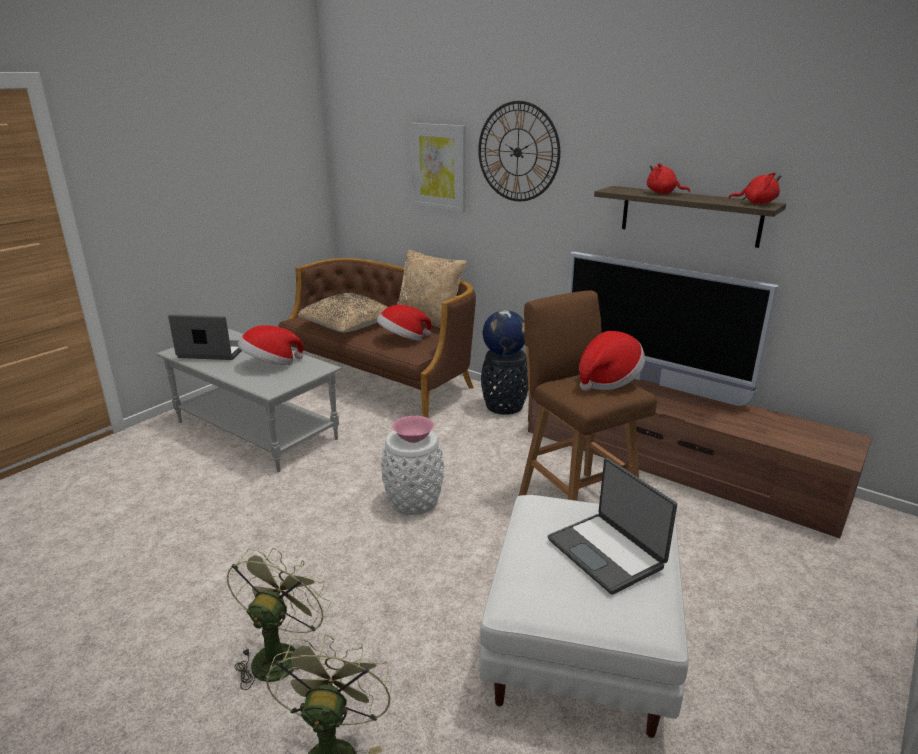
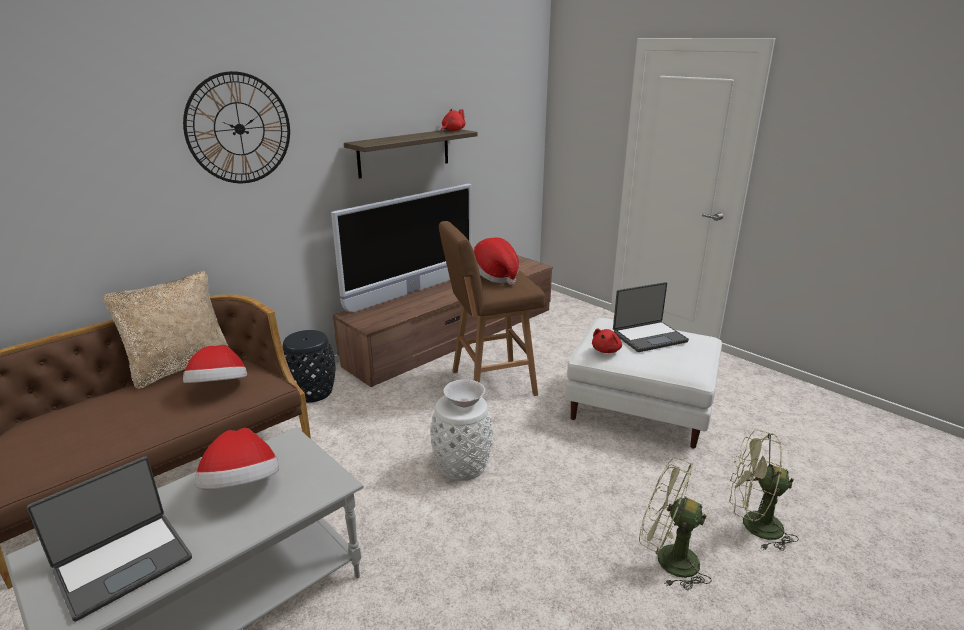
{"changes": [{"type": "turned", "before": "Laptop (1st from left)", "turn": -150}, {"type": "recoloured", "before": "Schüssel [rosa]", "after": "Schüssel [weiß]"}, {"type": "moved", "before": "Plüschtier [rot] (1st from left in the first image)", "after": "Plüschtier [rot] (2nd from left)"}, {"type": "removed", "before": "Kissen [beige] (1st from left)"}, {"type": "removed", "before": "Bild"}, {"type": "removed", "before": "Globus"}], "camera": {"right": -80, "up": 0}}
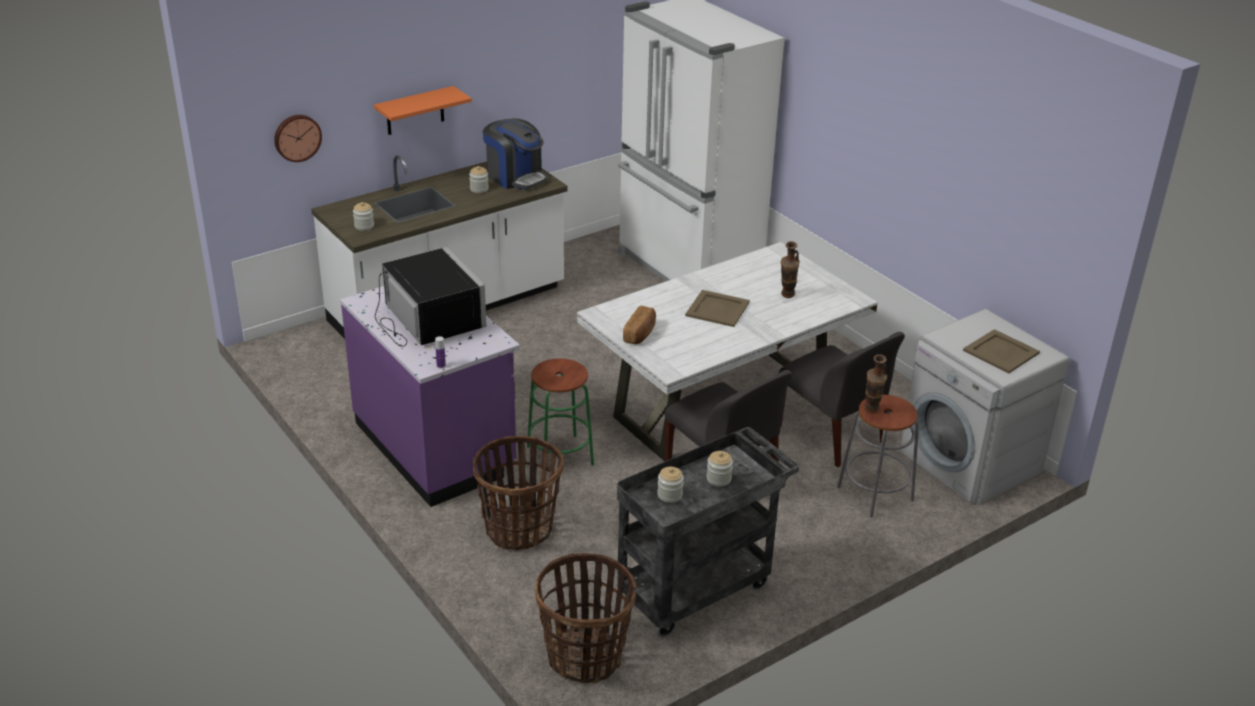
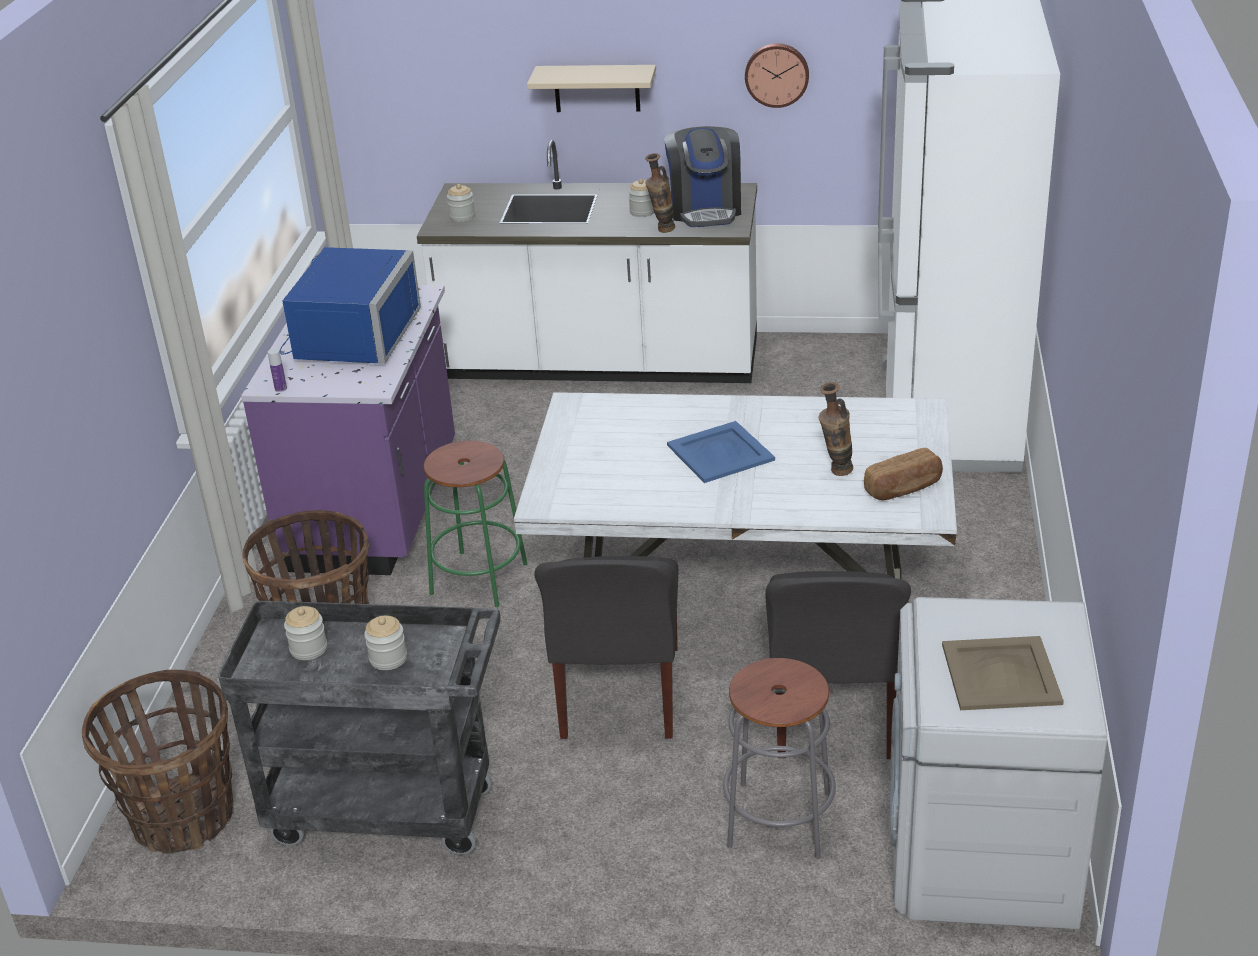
{"changes": [{"type": "recoloured", "before": "Mikrowelle [schwarz]", "after": "Mikrowelle [blau]"}, {"type": "recoloured", "before": "Wandregal [orange]", "after": "Wandregal [beige]"}, {"type": "moved", "before": "Vase (2nd from left in the first image)", "after": "Vase (1st from left)"}, {"type": "recoloured", "before": "Tablett [beige] (1st from left)", "after": "Tablett [blau]"}, {"type": "moved", "before": "Wanduhr"}, {"type": "moved", "before": "Brot"}], "camera": {"right": 45, "up": 0}}
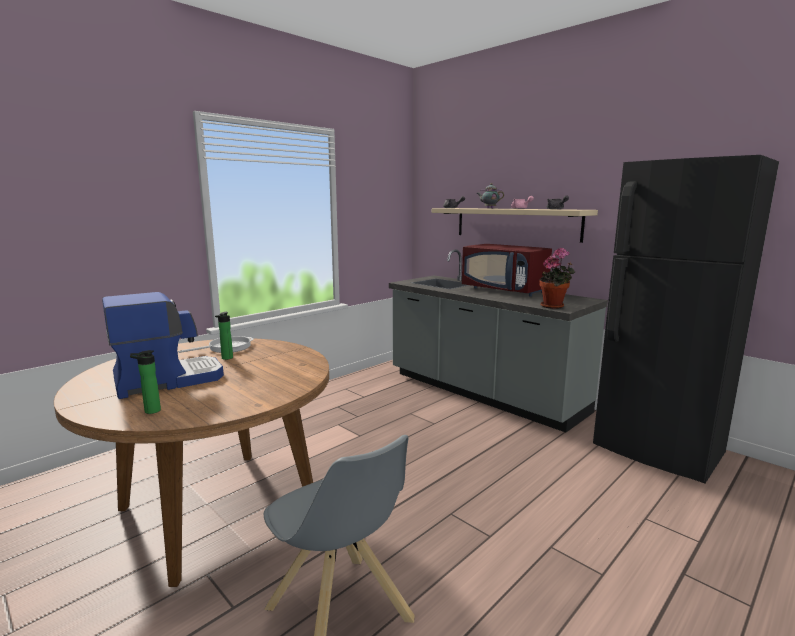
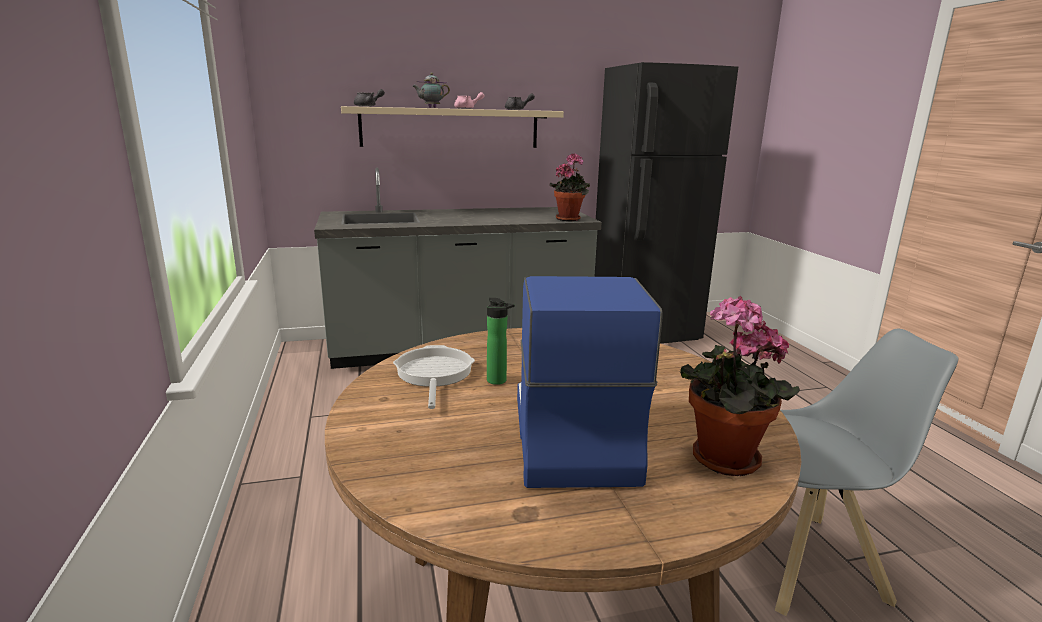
{"changes": [{"type": "replaced", "before": "Flasche (1st from left)", "after": "Topfpflanze (2nd from left)"}, {"type": "removed", "before": "Mikrowelle [rot]"}], "camera": {"right": -60, "up": 5}}
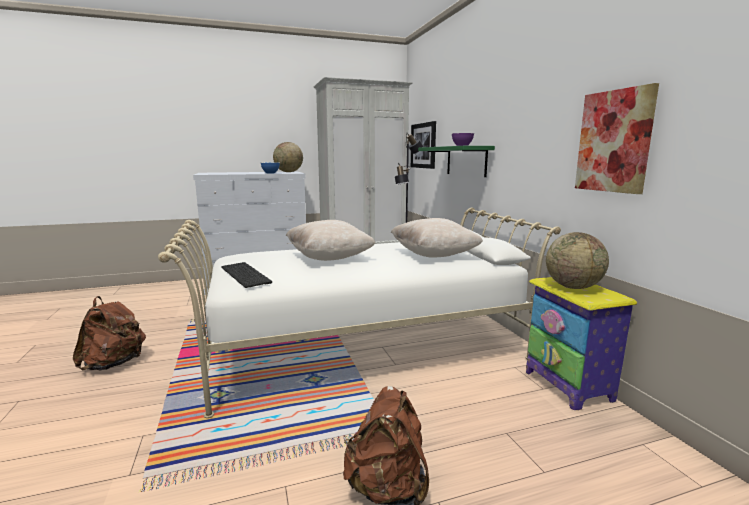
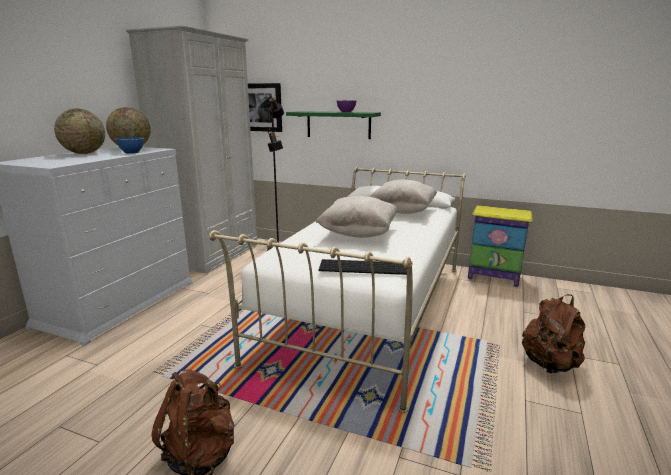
{"changes": [{"type": "moved", "before": "Globus (2nd from left in the first image)", "after": "Globus (1st from left)"}, {"type": "removed", "before": "Bild (2nd from left)"}], "camera": {"right": -50, "up": 5}}
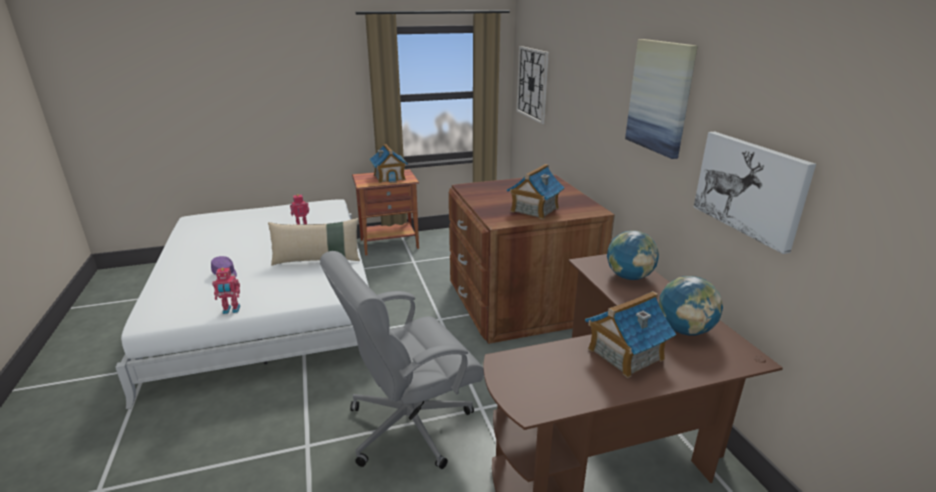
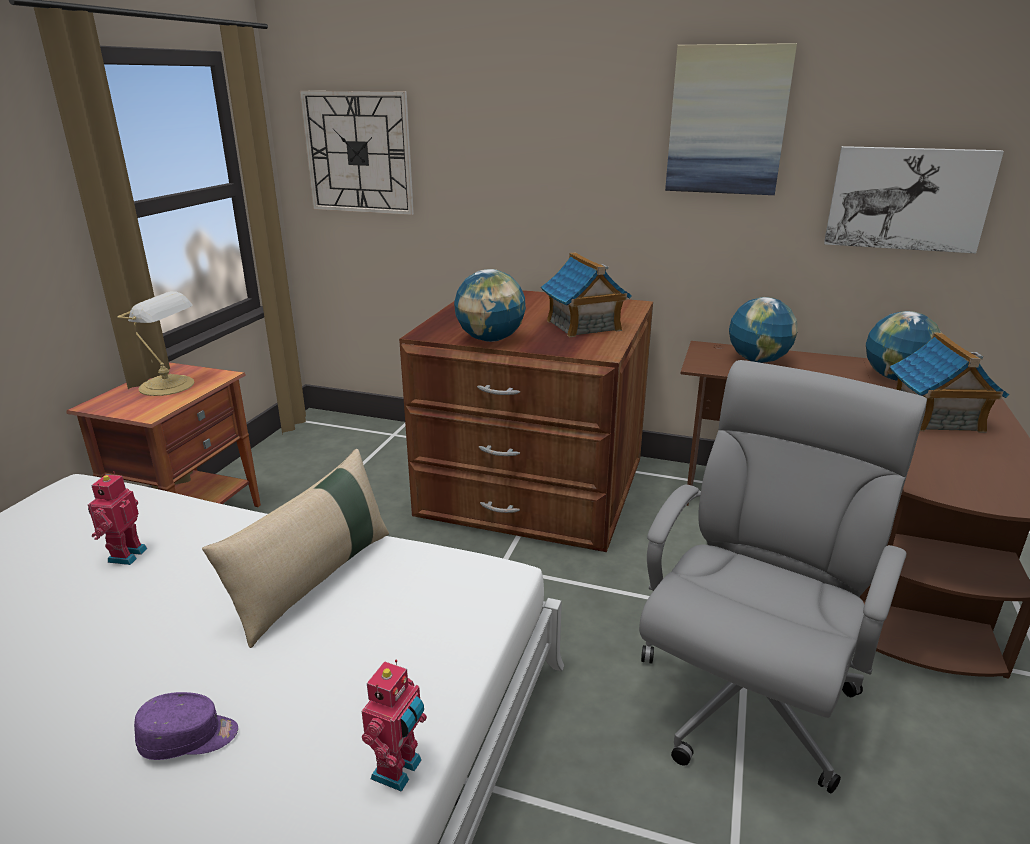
{"changes": [{"type": "replaced", "before": "Spielzeughaus (1st from left)", "after": "Tischlampe"}, {"type": "added", "after": "Globus (1st from left)"}, {"type": "turned", "before": "Bürostuhl [grau]", "turn": -150}], "camera": {"right": -55, "up": 0}}
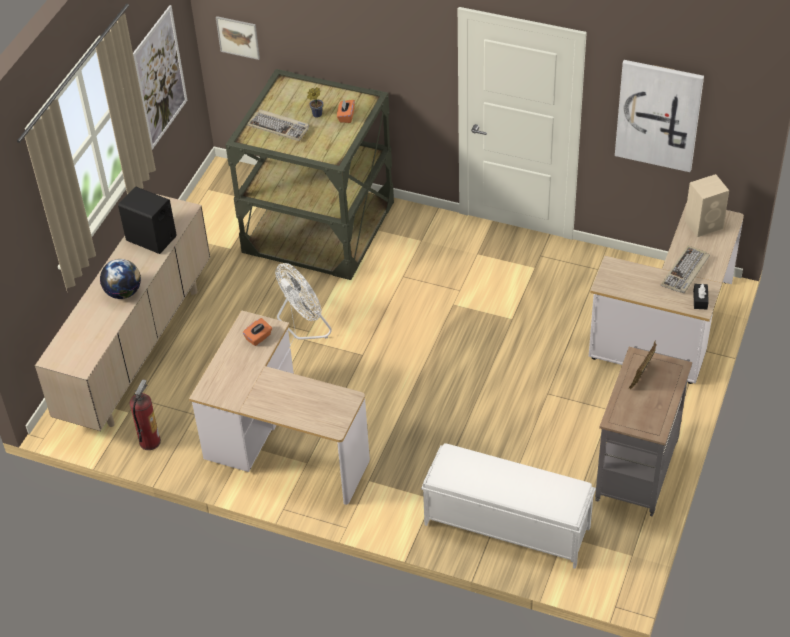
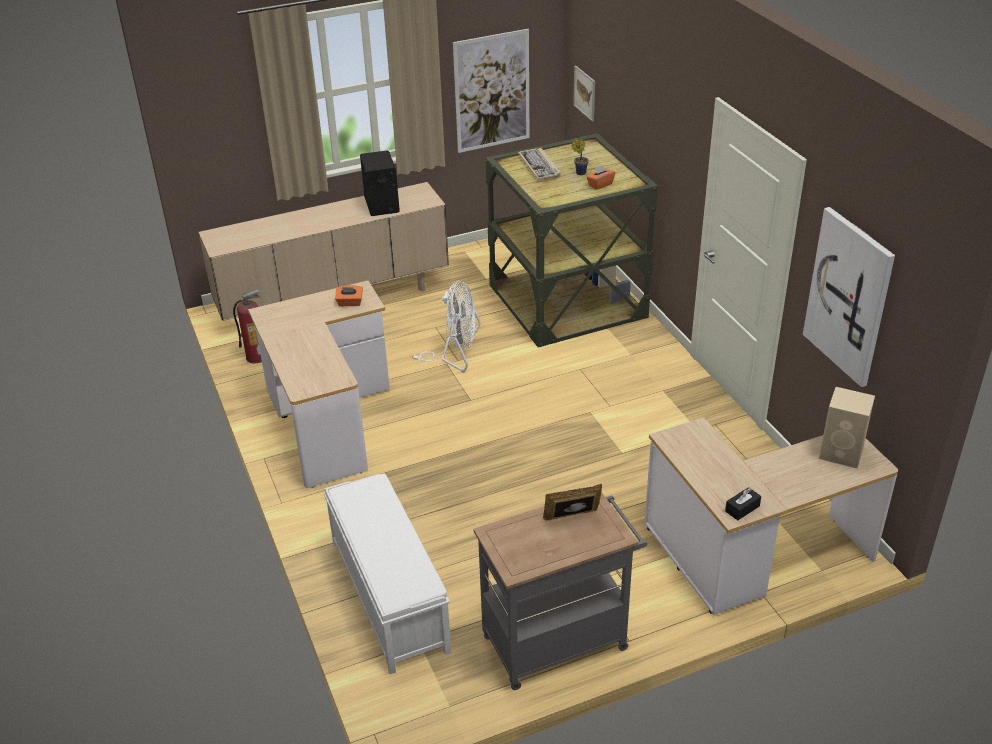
{"changes": [{"type": "removed", "before": "Globus"}, {"type": "removed", "before": "Tastatur (2nd from left)"}], "camera": {"right": 45, "up": -10}}
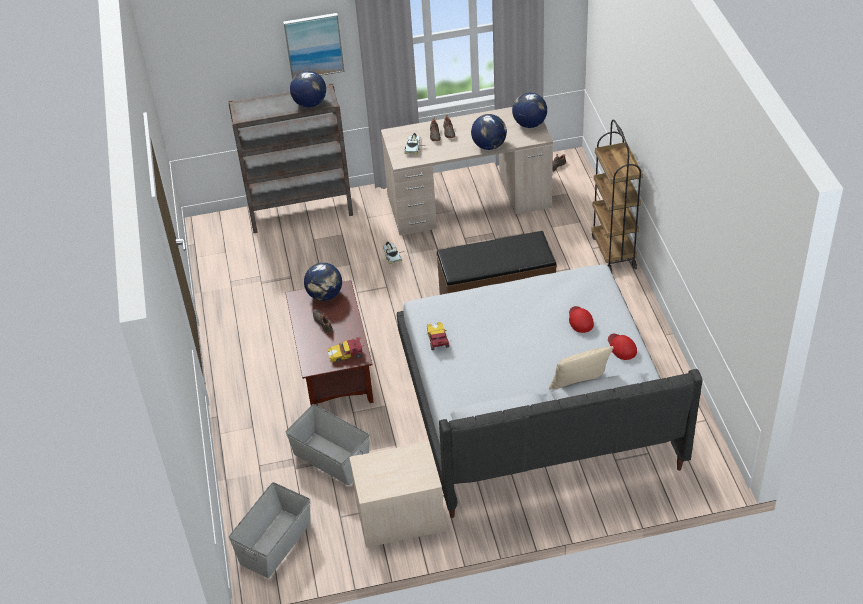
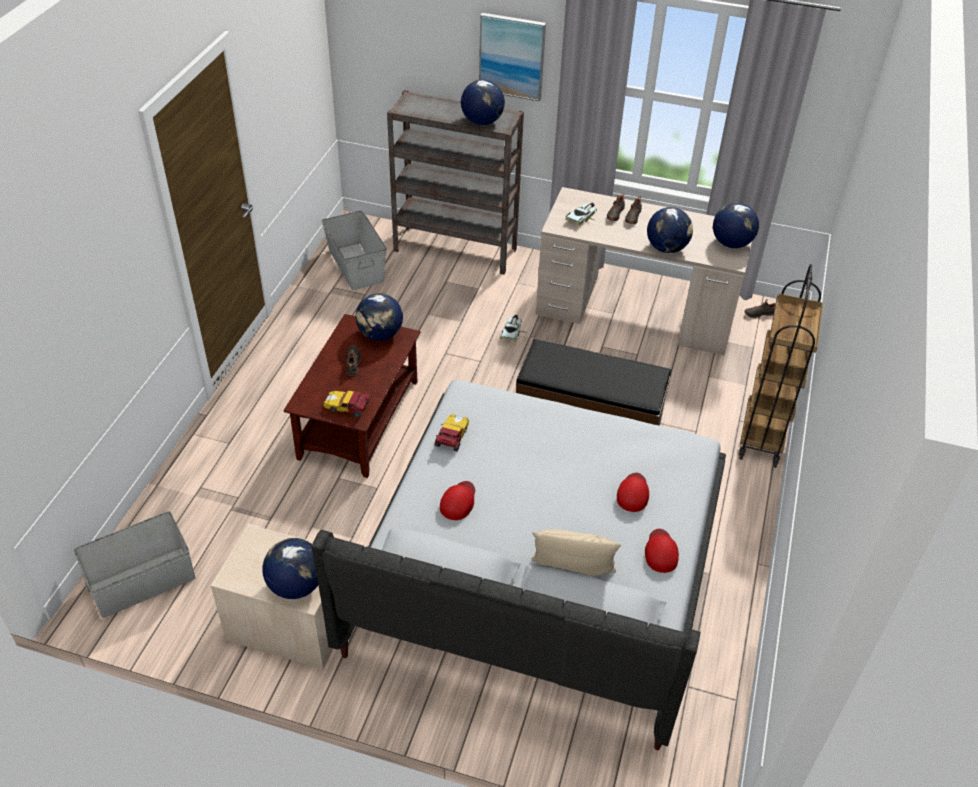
{"changes": [{"type": "added", "after": "Globus (1st from left)"}, {"type": "moved", "before": "Aufbewahrungsbox [grau] (2nd from left)"}, {"type": "added", "after": "Kappe [rot] (1st from left)"}], "camera": {"right": 25, "up": 0}}
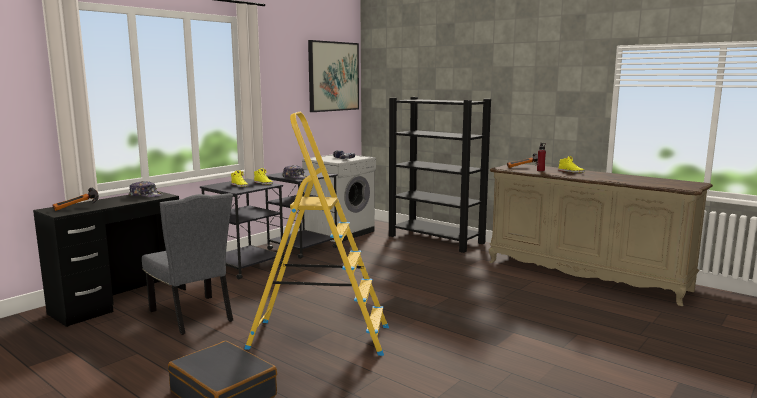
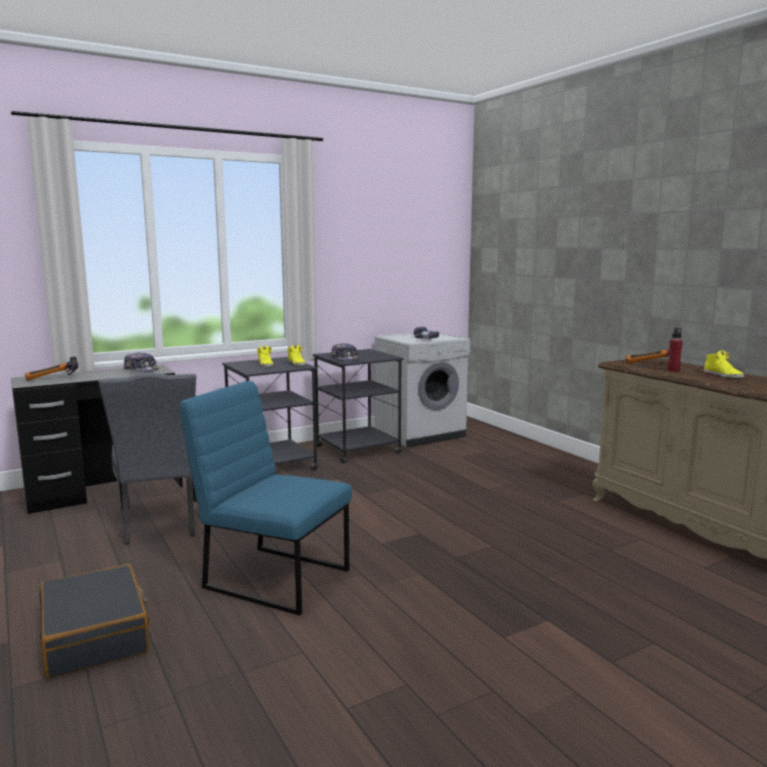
{"changes": [{"type": "replaced", "before": "Trittleiter [gelb]", "after": "Stuhl [blau]"}, {"type": "removed", "before": "Bild"}, {"type": "removed", "before": "Bücherregal [schwarz]"}], "camera": {"right": 20, "up": 0}}
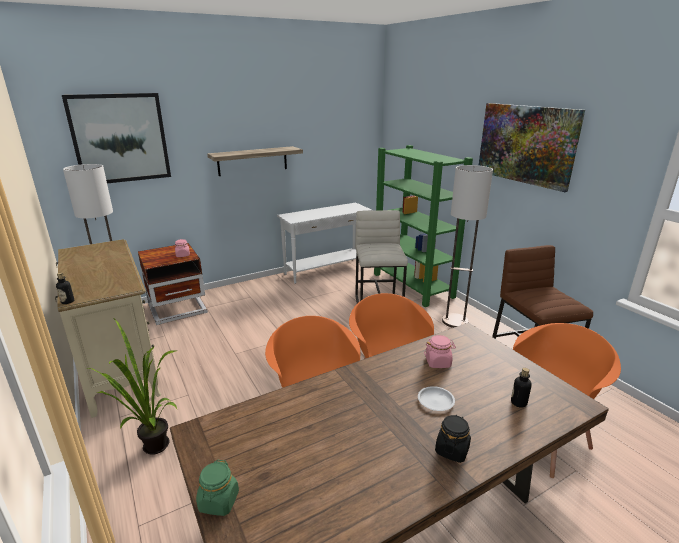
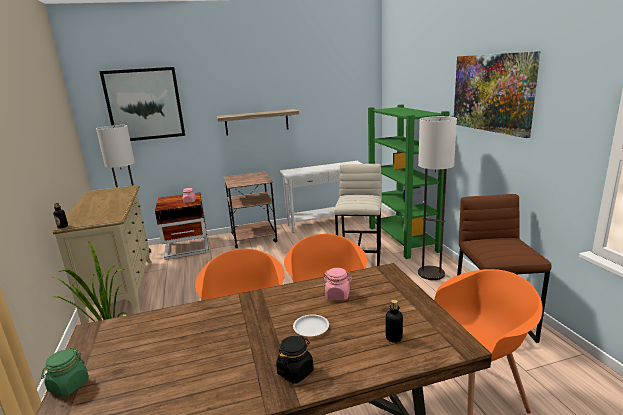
{"changes": [{"type": "added", "after": "Rollwagen [braun]"}], "camera": {"right": 15, "up": -5}}
